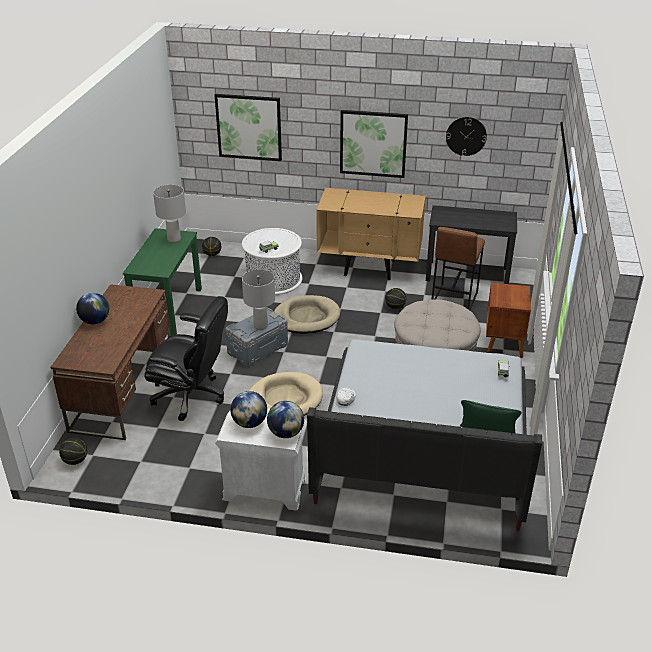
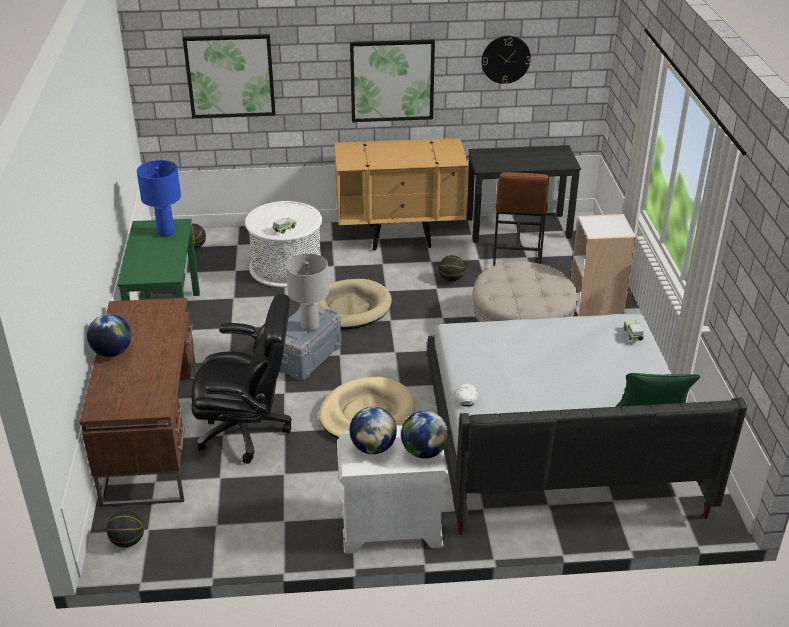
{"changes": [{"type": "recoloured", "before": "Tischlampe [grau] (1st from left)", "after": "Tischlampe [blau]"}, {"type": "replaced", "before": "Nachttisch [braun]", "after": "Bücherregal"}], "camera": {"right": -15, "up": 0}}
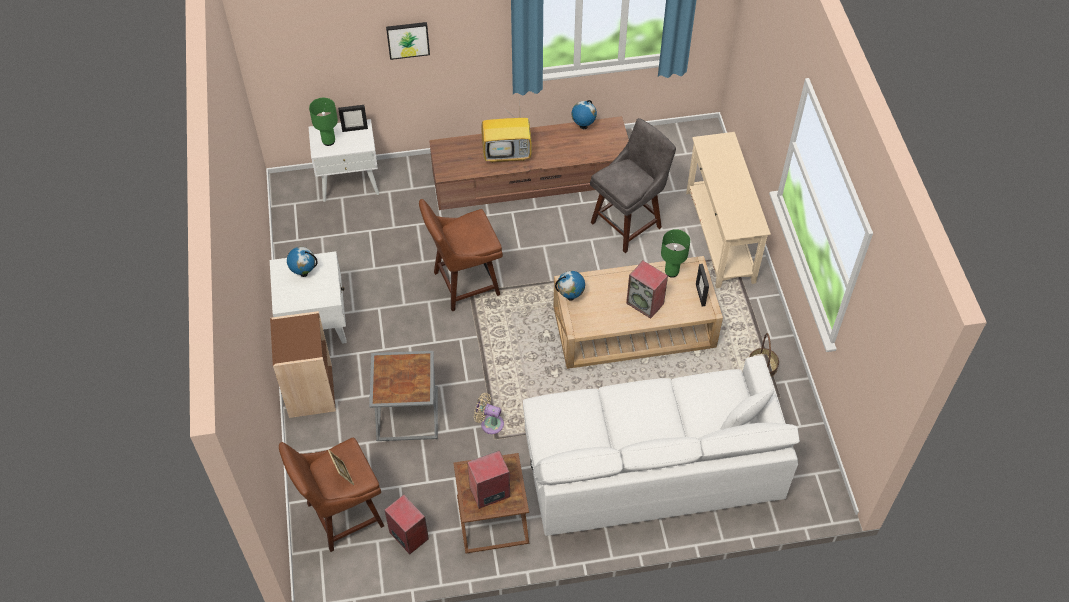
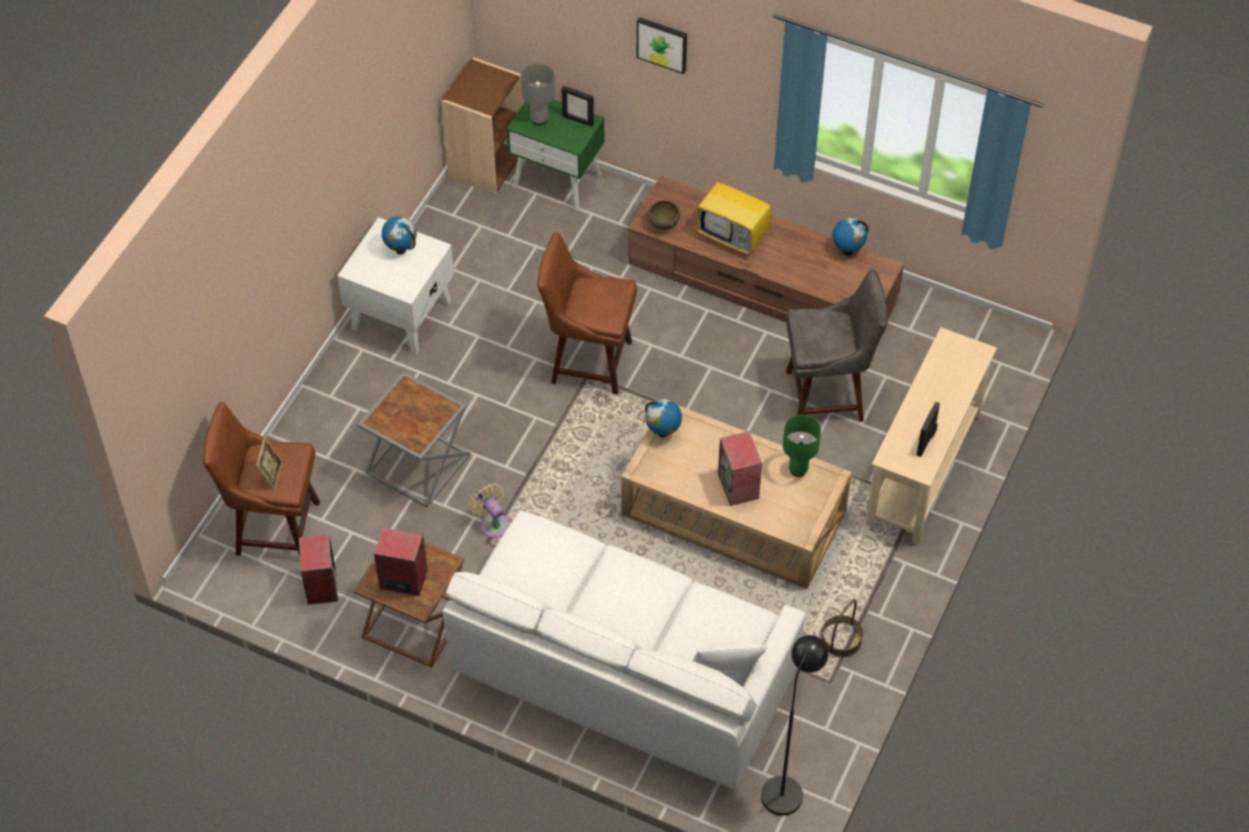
{"changes": [{"type": "moved", "before": "Bücherregal [braun]"}, {"type": "recoloured", "before": "Nachttisch [weiß] (2nd from left)", "after": "Nachttisch [grün]"}, {"type": "recoloured", "before": "Tischlampe [grün] (1st from left)", "after": "Tischlampe [grau]"}, {"type": "added", "after": "Schüssel [braun]"}, {"type": "added", "after": "Stehlampe [schwarz]"}, {"type": "moved", "before": "Bilderrahmen (3rd from left)"}], "camera": {"right": 35, "up": 0}}
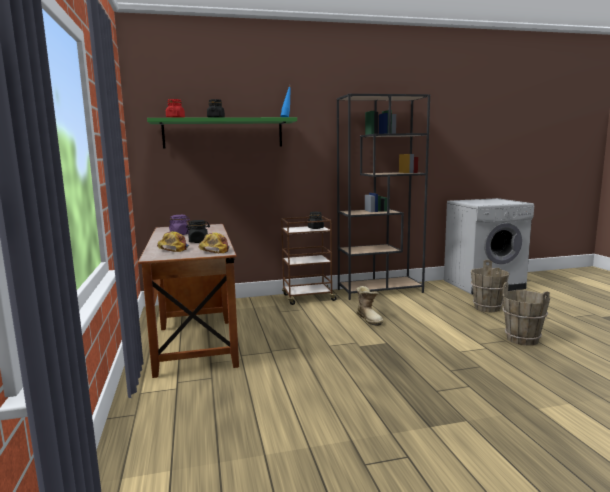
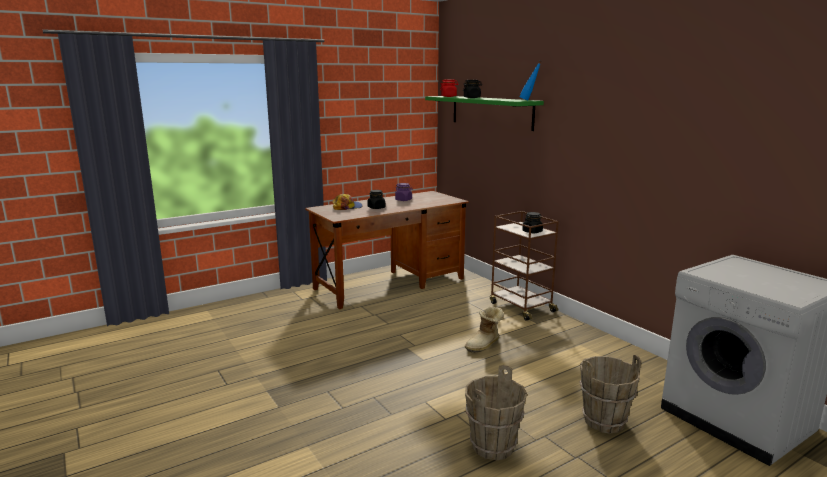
{"changes": [{"type": "removed", "before": "Kappe (2nd from left)"}, {"type": "removed", "before": "Bücherregal"}], "camera": {"right": 70, "up": 5}}
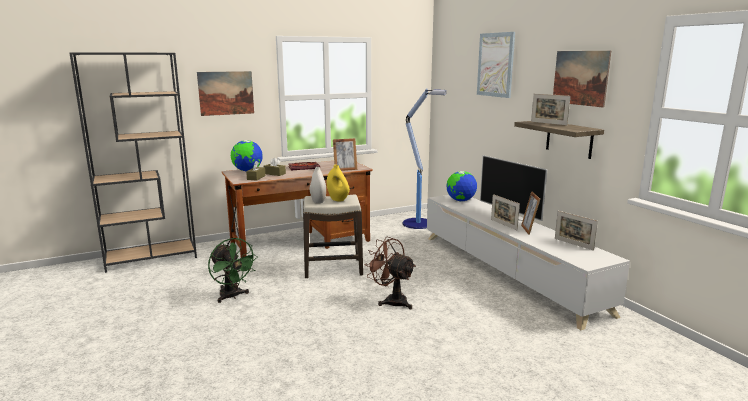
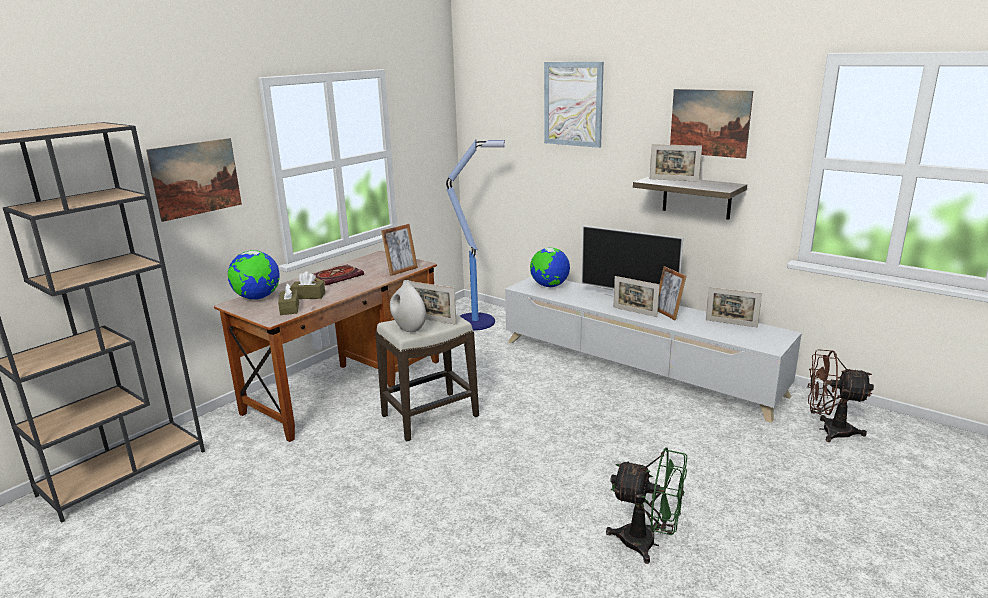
{"changes": [{"type": "replaced", "before": "Vase [gelb]", "after": "Bilderrahmen (2nd from left)"}, {"type": "moved", "before": "Ventilator [grün]"}, {"type": "moved", "before": "Ventilator [braun]"}], "camera": {"right": -25, "up": 5}}
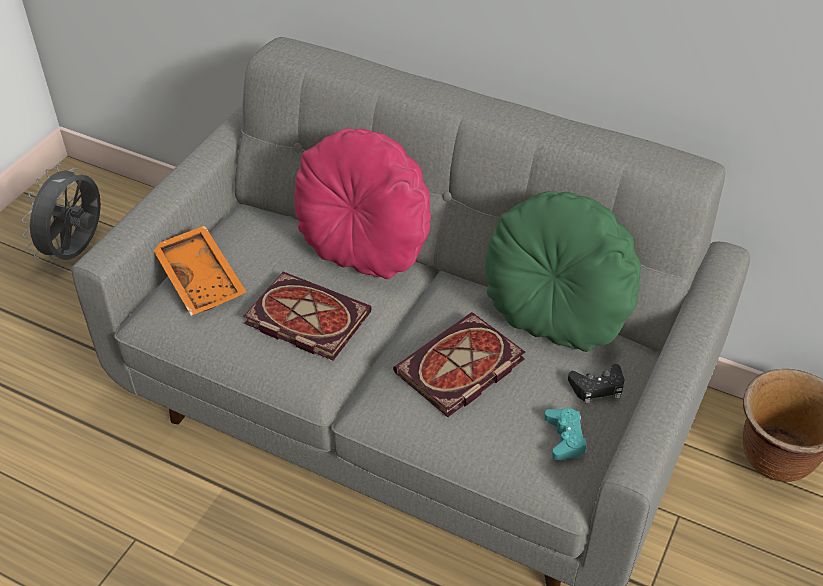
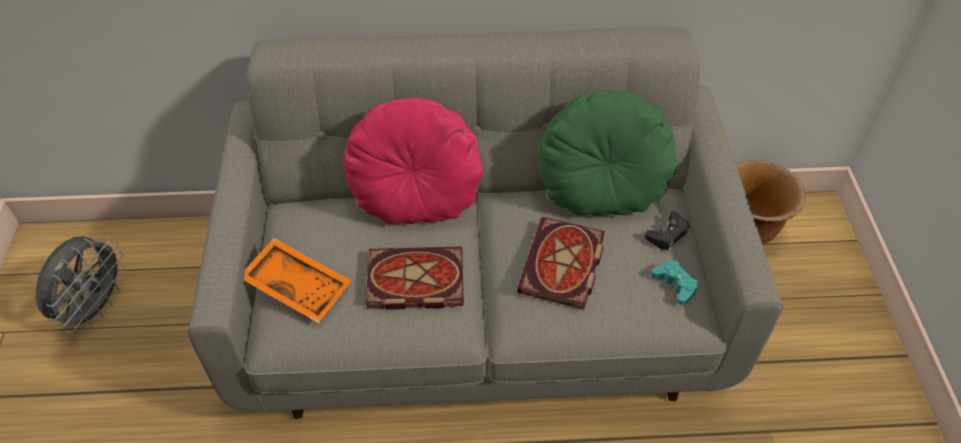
{"changes": [{"type": "turned", "before": "Ventilator [grau]", "turn": -150}], "camera": {"right": -30, "up": 5}}
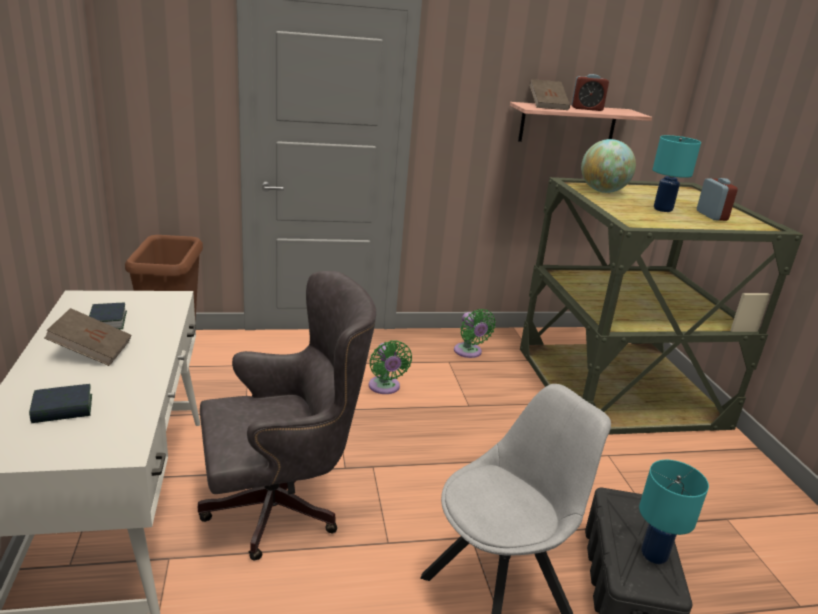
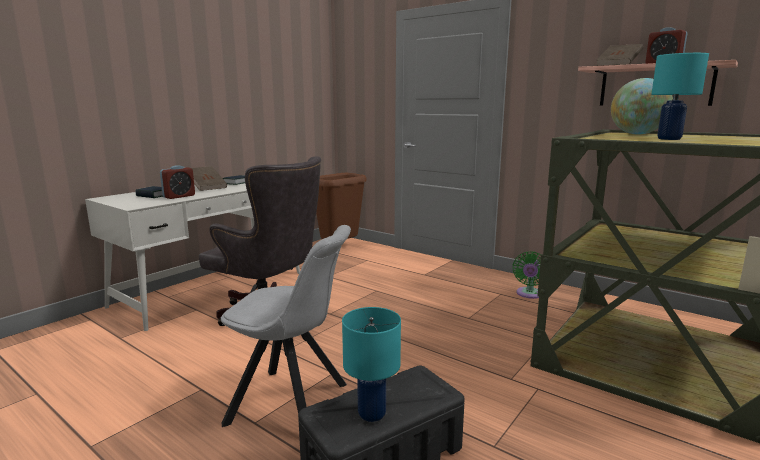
{"changes": [{"type": "moved", "before": "Wecker (2nd from left in the first image)", "after": "Wecker (1st from left)"}, {"type": "removed", "before": "Ventilator [grün] (1st from left)"}], "camera": {"right": 50, "up": -10}}
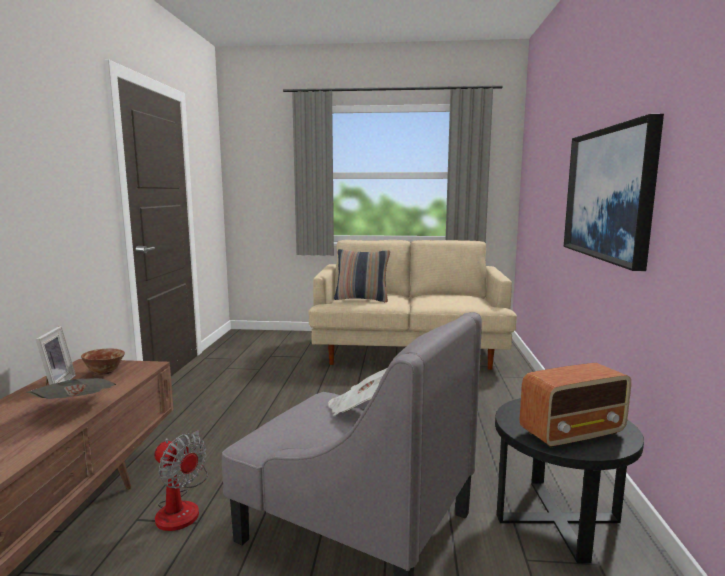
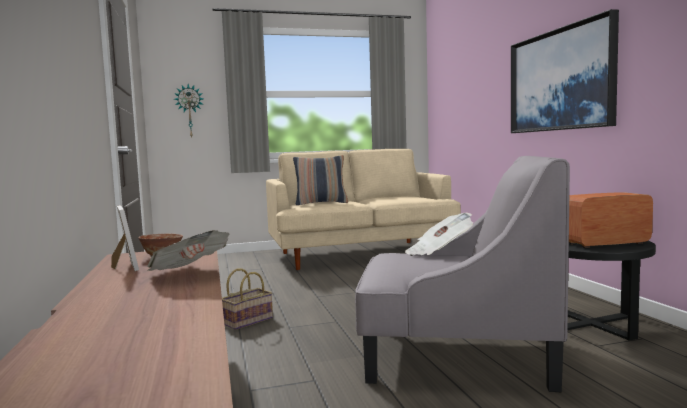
{"changes": [{"type": "added", "after": "Wanduhr"}, {"type": "added", "after": "Korb"}, {"type": "turned", "before": "Radio", "turn": -150}, {"type": "removed", "before": "Ventilator"}], "camera": {"right": -20, "up": -5}}
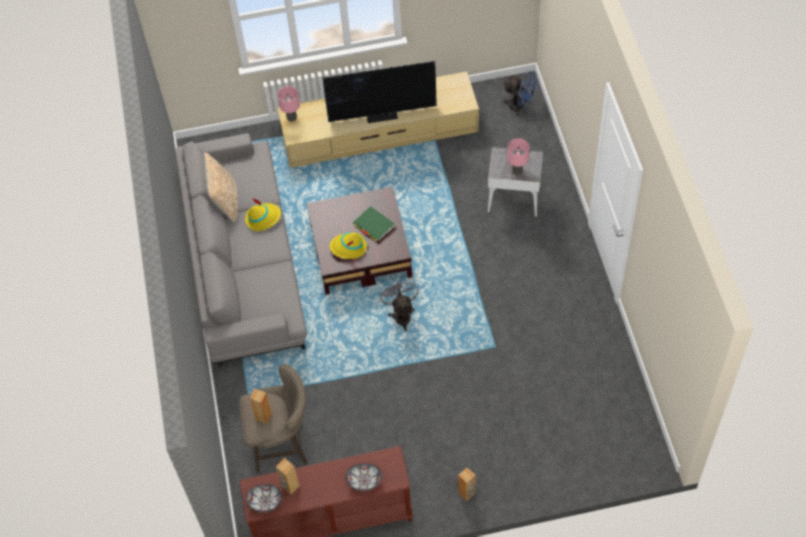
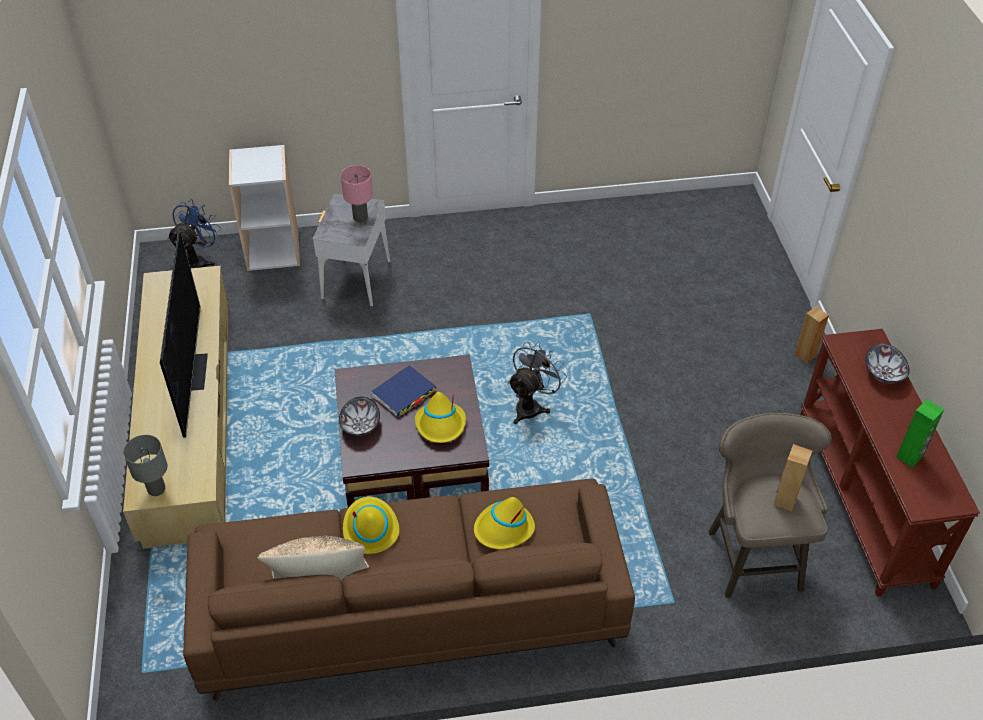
{"changes": [{"type": "recoloured", "before": "Tischlampe [rosa] (1st from left)", "after": "Tischlampe [grau]"}, {"type": "recoloured", "before": "Sofa [grau]", "after": "Sofa [braun]"}, {"type": "added", "after": "Bücherregal"}, {"type": "moved", "before": "Schüssel (1st from left)"}, {"type": "recoloured", "before": "Buch [grün]", "after": "Buch [blau]"}, {"type": "added", "after": "Hut [gelb] (3rd from left)"}, {"type": "turned", "before": "Ventilator [grau]", "turn": 135}, {"type": "recoloured", "before": "Lautsprecher [braun] (2nd from left)", "after": "Lautsprecher [grün]"}], "camera": {"right": -90, "up": -10}}
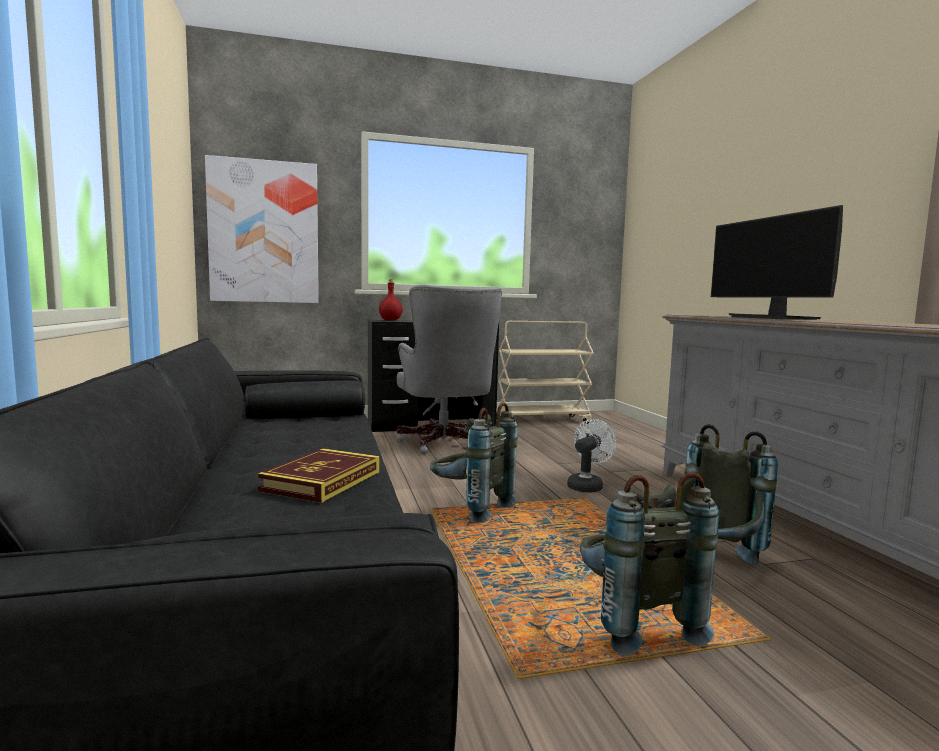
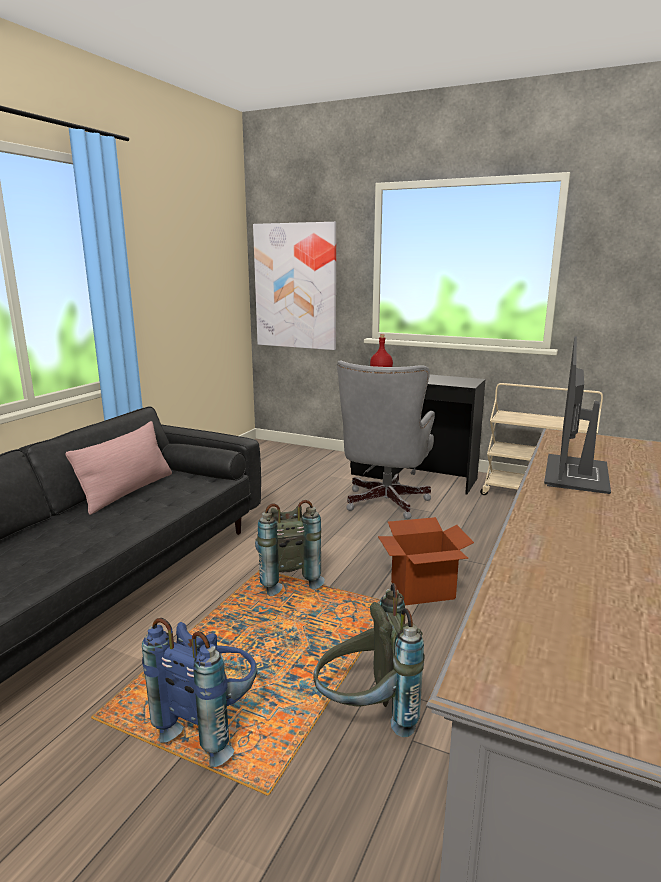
{"changes": [{"type": "added", "after": "Kissen [rosa]"}, {"type": "recoloured", "before": "Rucksack [grau] (2nd from left)", "after": "Rucksack [blau]"}, {"type": "replaced", "before": "Ventilator [weiß]", "after": "Karton"}, {"type": "removed", "before": "Buch"}], "camera": {"right": 40, "up": 10}}
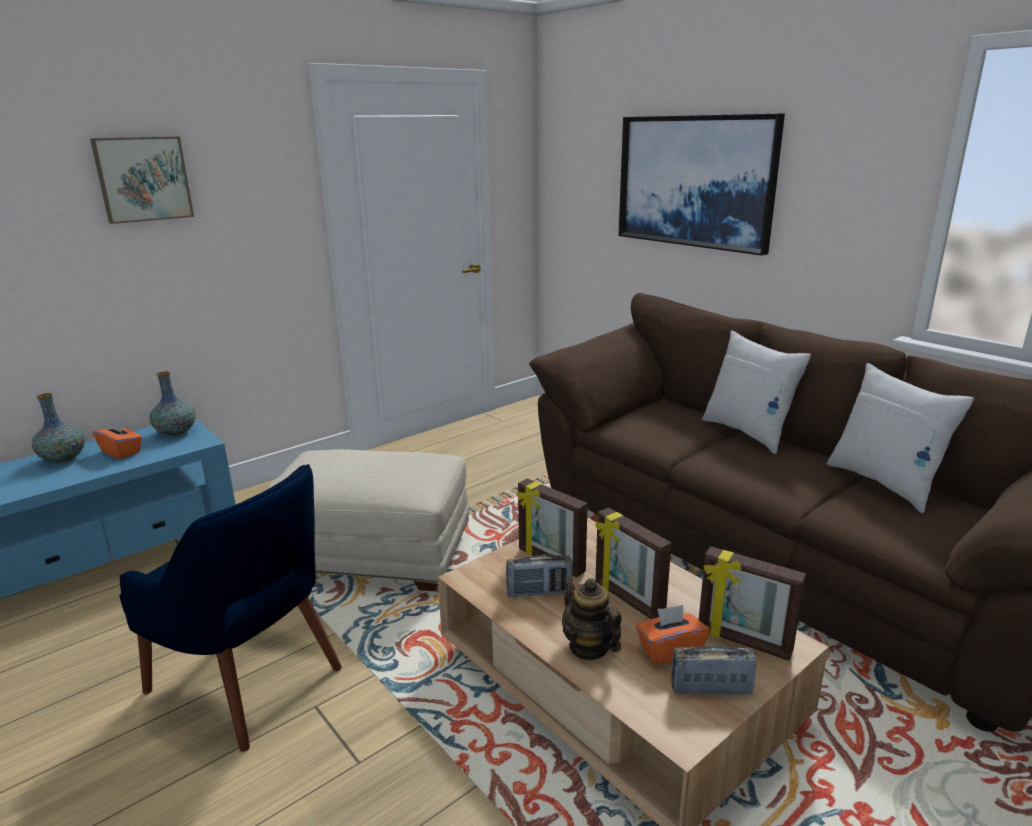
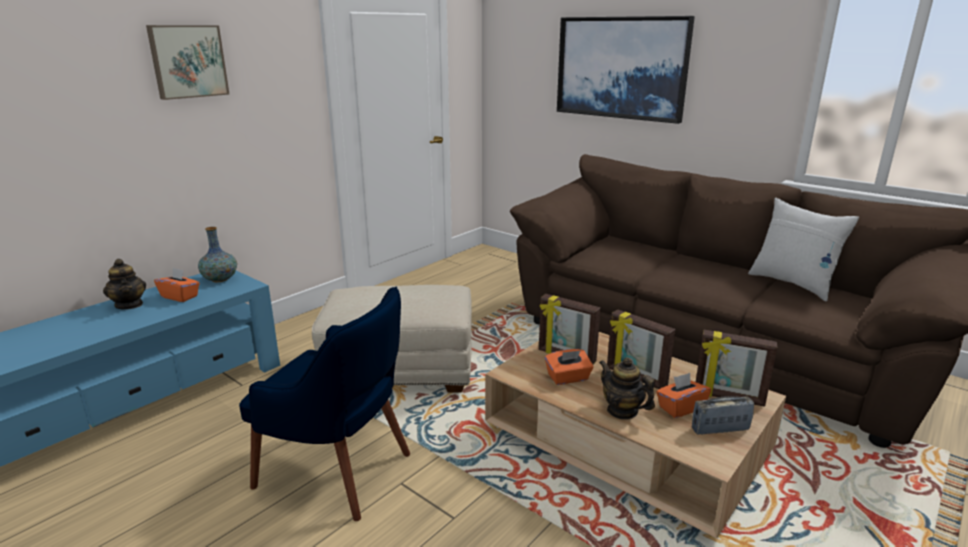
{"changes": [{"type": "replaced", "before": "Vase (1st from left)", "after": "Teekanne (1st from left)"}, {"type": "replaced", "before": "Radio (1st from left)", "after": "Taschentuchbox [orange] (2nd from left)"}, {"type": "removed", "before": "Kissen [grau] (1st from left)"}], "camera": {"right": -10, "up": 0}}
